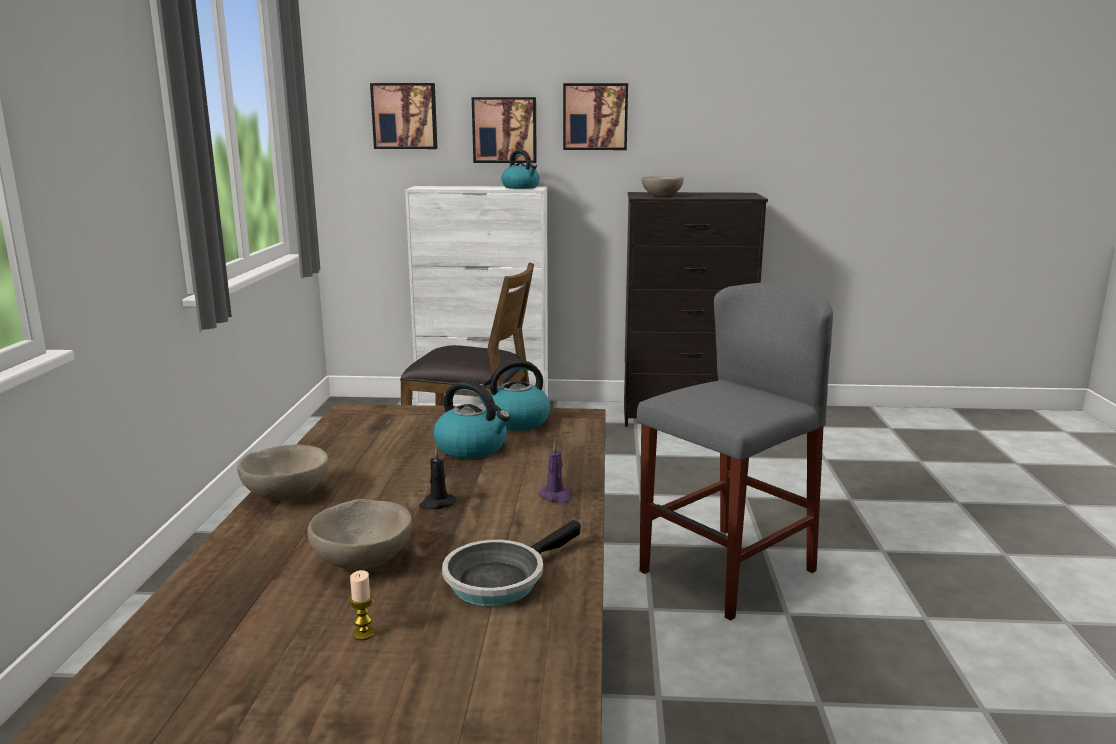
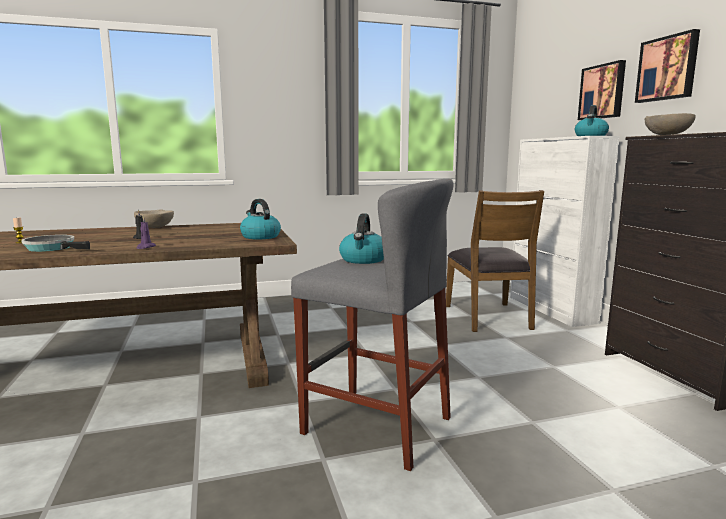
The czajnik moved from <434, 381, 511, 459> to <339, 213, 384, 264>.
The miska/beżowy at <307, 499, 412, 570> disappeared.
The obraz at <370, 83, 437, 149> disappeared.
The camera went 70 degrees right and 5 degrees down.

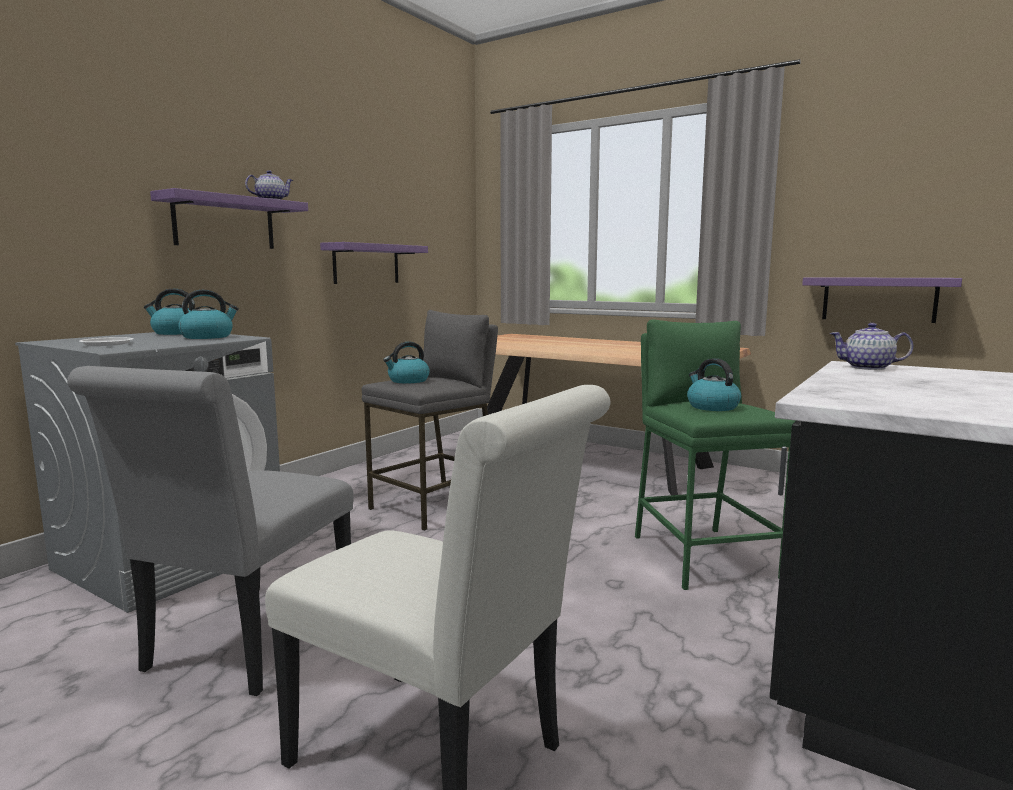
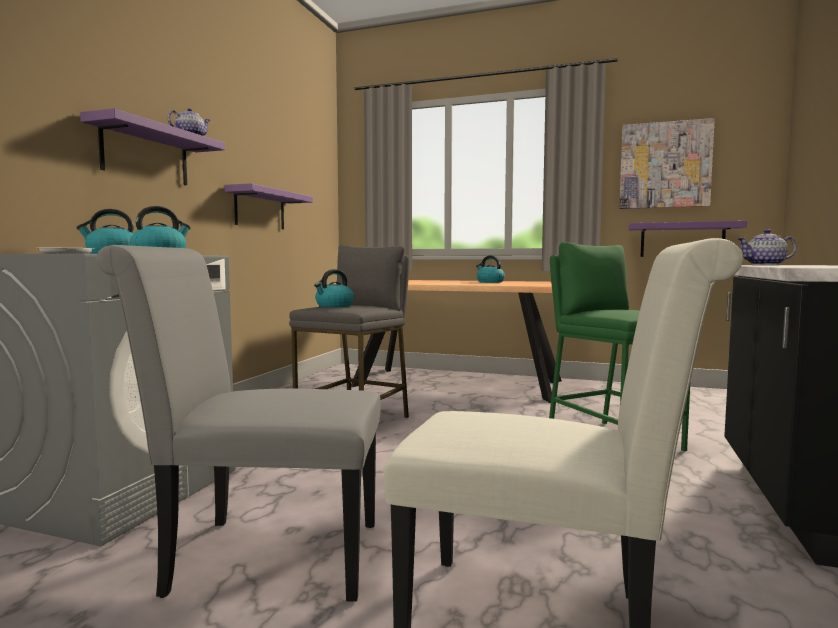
The krzesło/szary at <67, 366, 354, 696> turned 90 degrees clockwise.
The czajnik moved from <687, 358, 741, 411> to <476, 256, 505, 283>.
The obraz at <619, 118, 715, 209> appeared.
The camera went 15 degrees left and 5 degrees down.

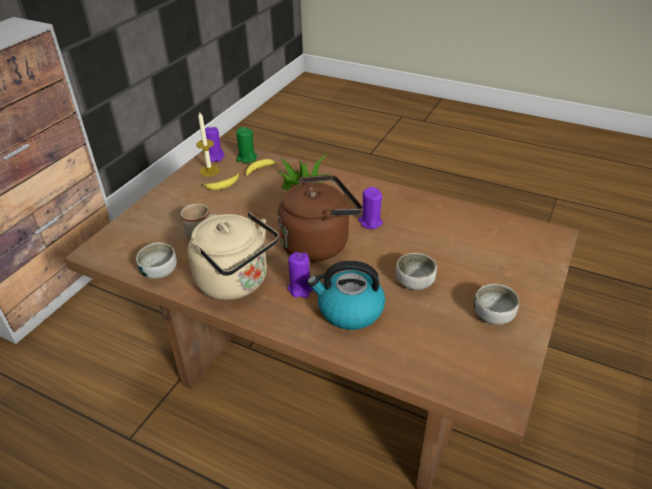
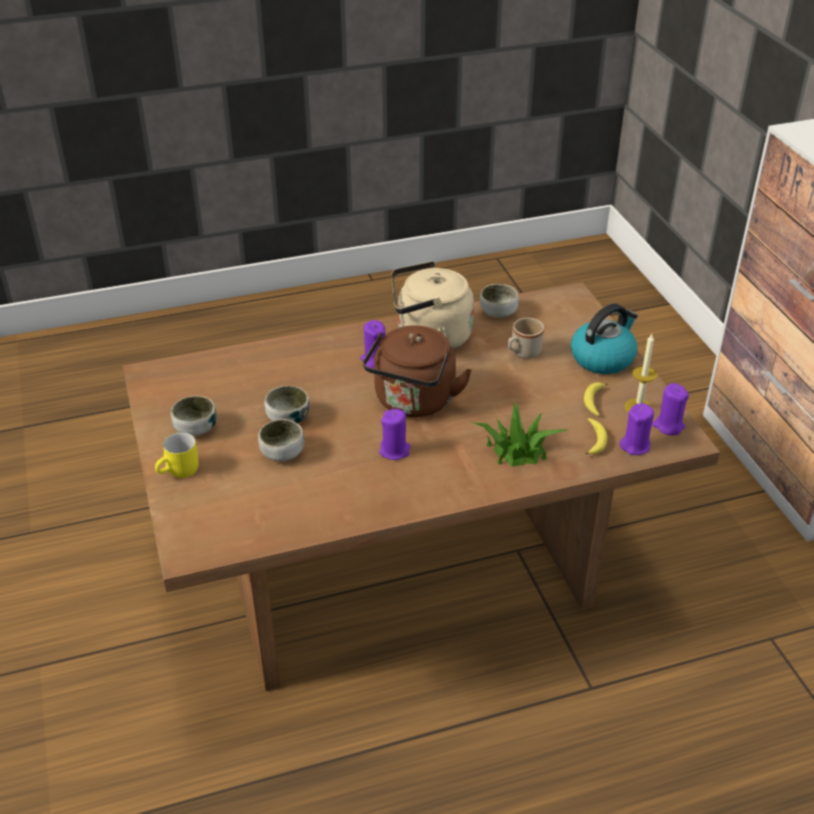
The kubek/żółty at <155, 433, 199, 478> appeared.
The miska at <258, 419, 304, 461> appeared.
The czajnik moved from <307, 261, 385, 330> to <571, 304, 638, 374>.
The świeca/zielony at <236, 127, 257, 163> became the świeca/fioletowy at <619, 403, 654, 455>.
The camera went 135 degrees right and 0 degrees up.

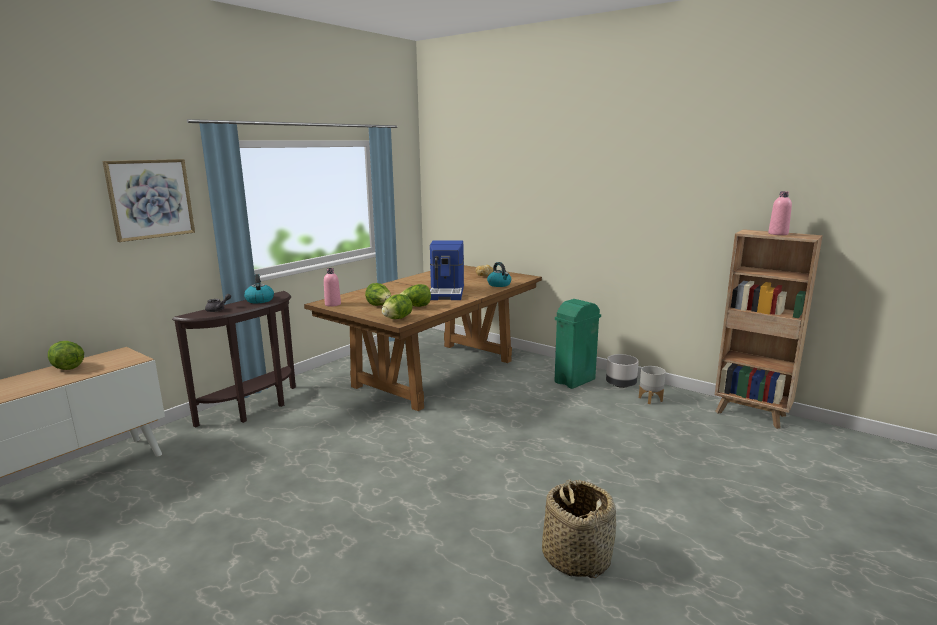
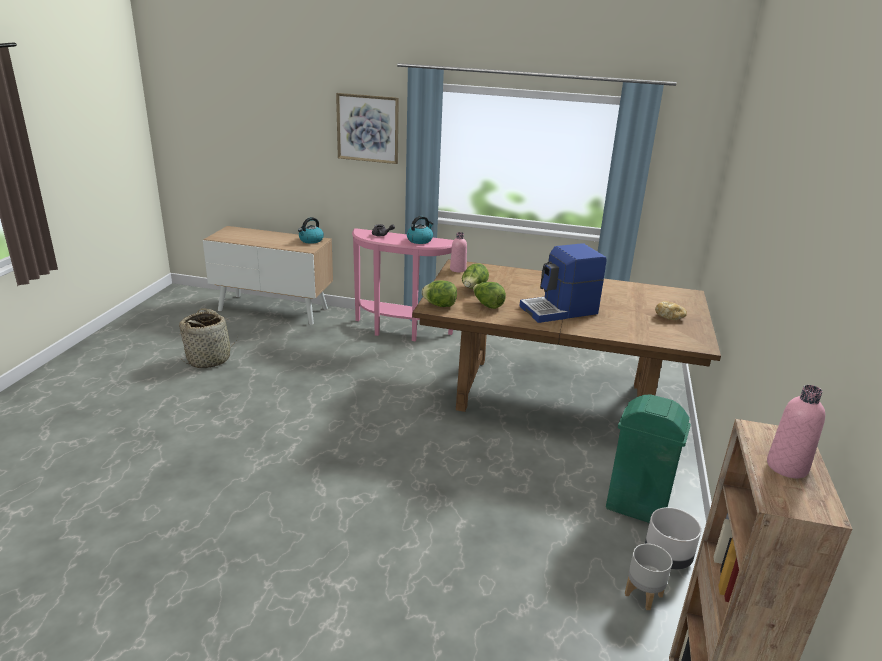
The koszyk moved from <542, 479, 616, 578> to <179, 308, 238, 368>.
The czajnik moved from <487, 262, 511, 287> to <298, 217, 324, 244>.
The stolik konsolowy/brązowy at <172, 291, 296, 428> became the stolik konsolowy/różowy at <352, 228, 453, 341>.
The sałata at <48, 341, 84, 370> disappeared.
The camera went 65 degrees right and 10 degrees up.

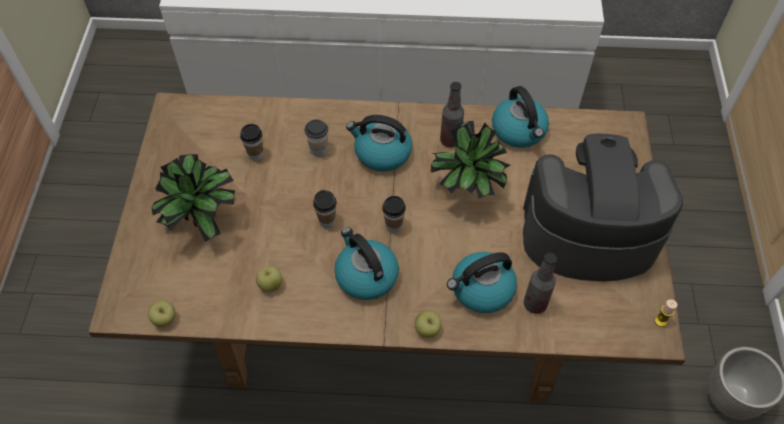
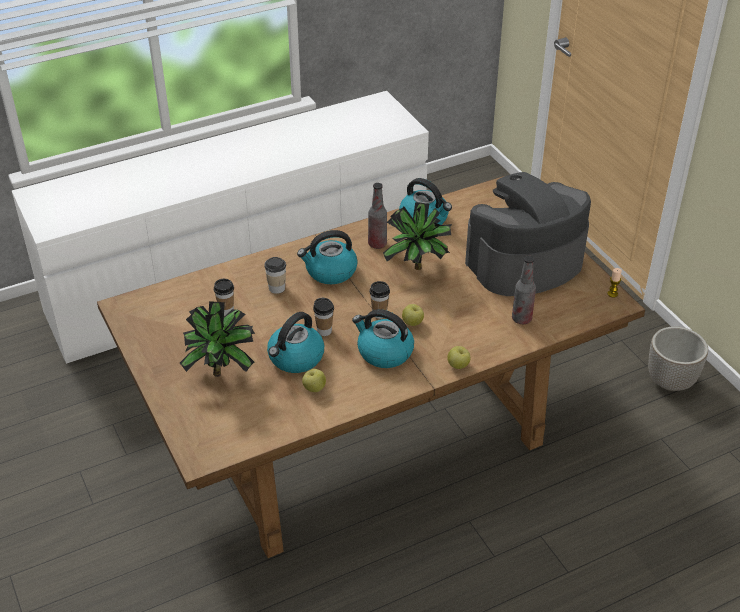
The czajnik moved from <447, 252, 517, 313> to <267, 312, 324, 373>.
The jabłko moved from <148, 300, 175, 327> to <402, 304, 424, 326>.
The camera went 30 degrees left and 15 degrees down.

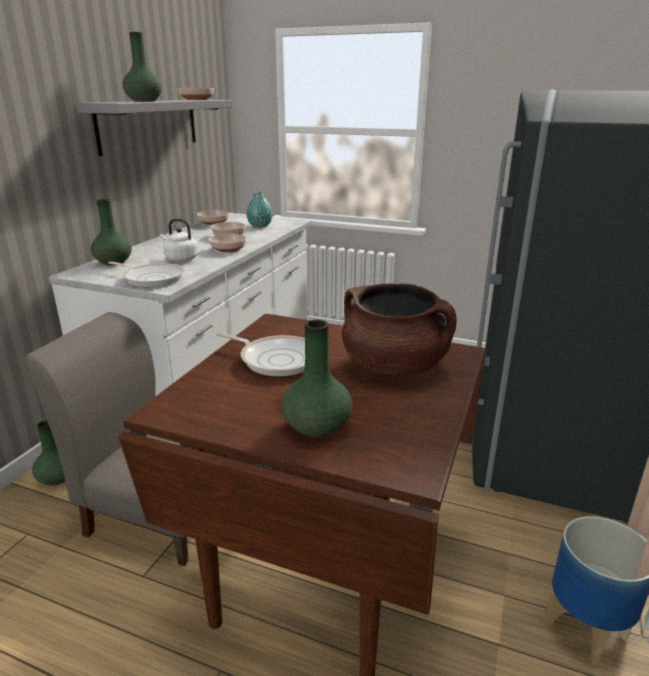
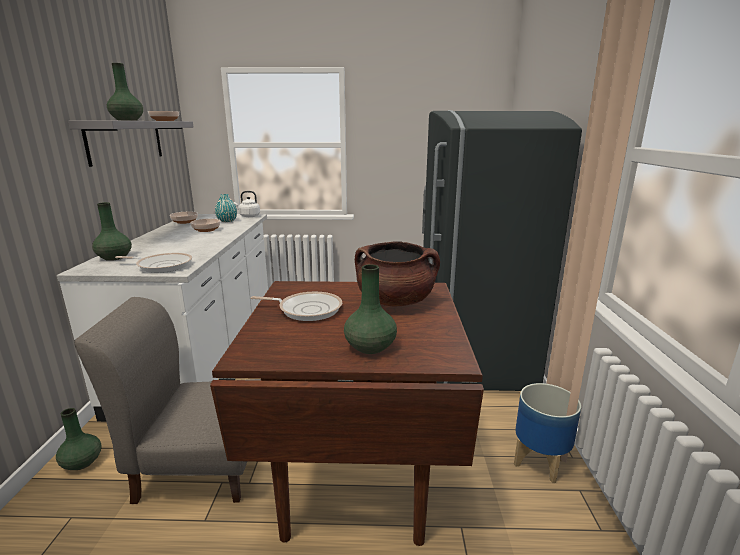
The czajnik/biały moved from <160, 219, 198, 262> to <234, 191, 260, 217>.
The miska at <209, 234, 247, 253> disappeared.
The camera went 20 degrees left and 5 degrees down.

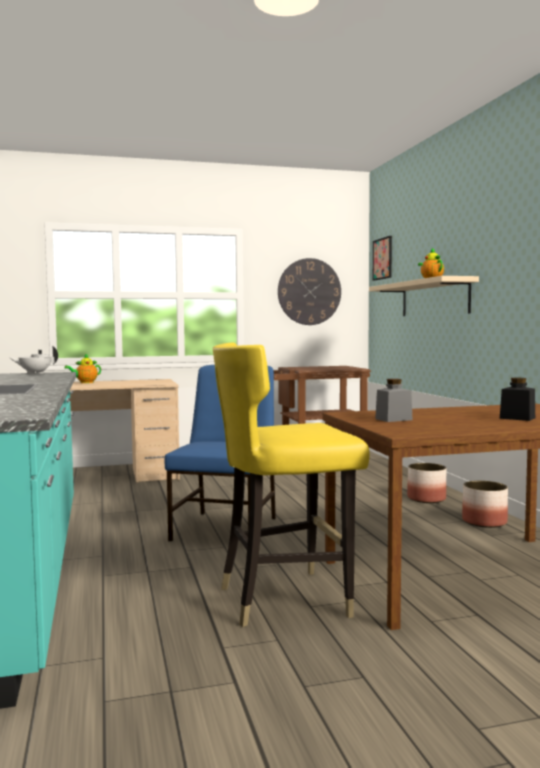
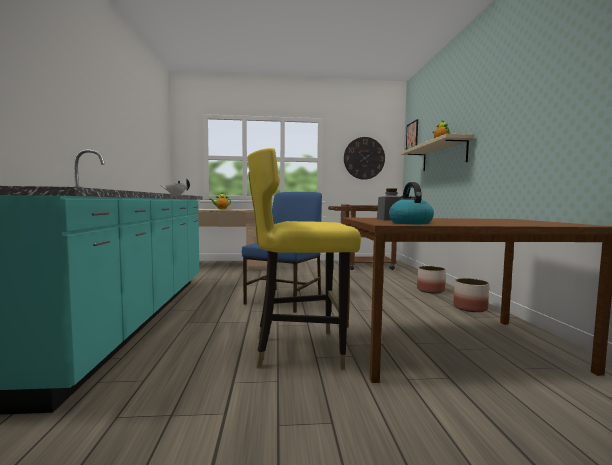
The czajnik at <389, 182, 434, 224> appeared.
The słoik/czarny at <500, 378, 535, 421> disappeared.
The camera went 10 degrees right and 0 degrees up.

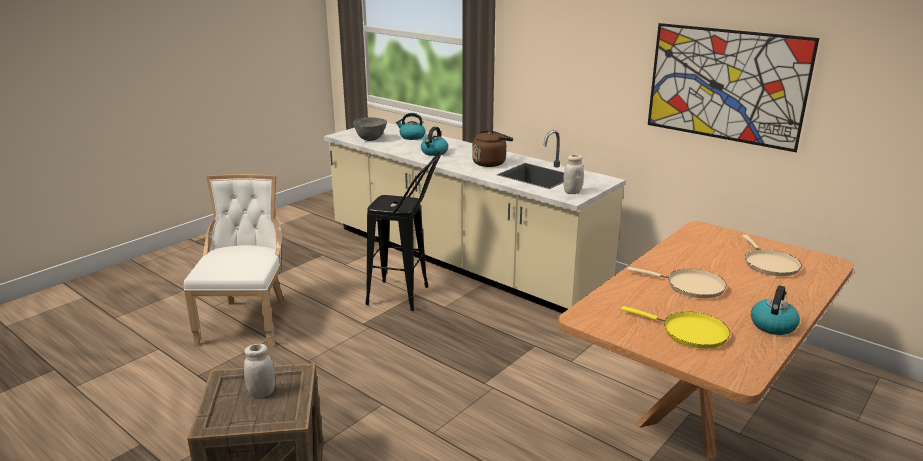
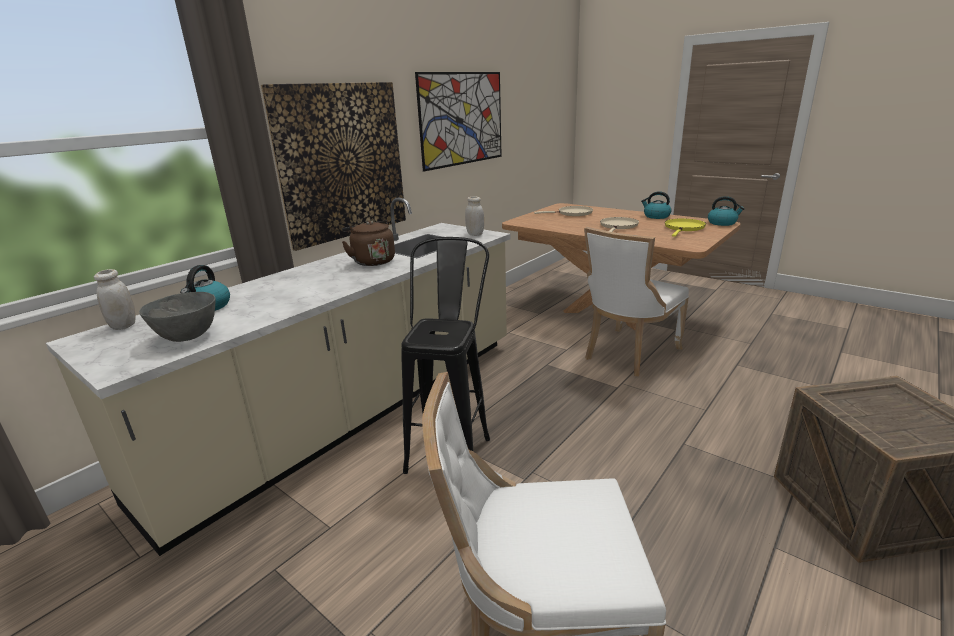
The słoik/biały moved from <244, 344, 275, 397> to <94, 269, 136, 330>.
The obraz at <261, 82, 406, 251> appeared.
The krzesło/biały at <584, 227, 689, 376> appeared.
The czajnik moved from <421, 127, 448, 156> to <708, 196, 745, 226>.
The camera went 90 degrees left and 0 degrees up.

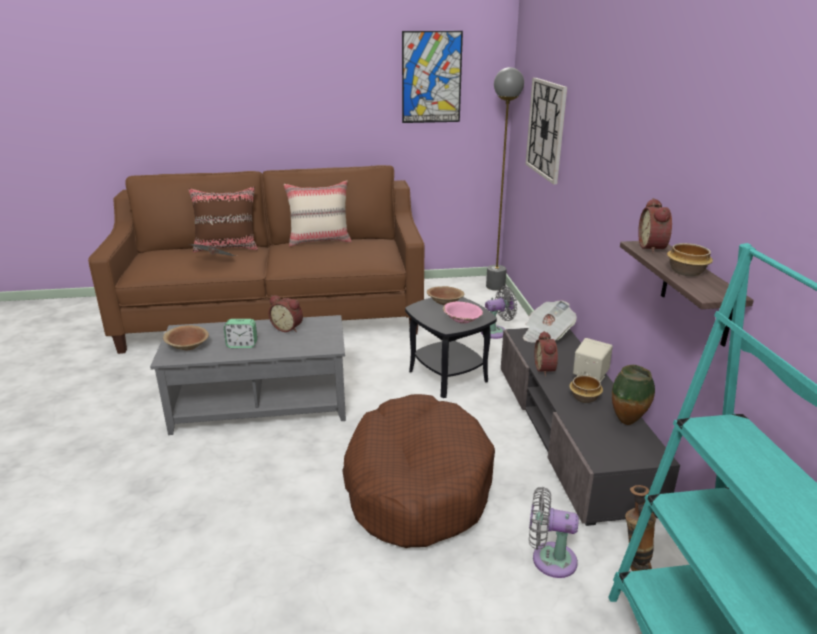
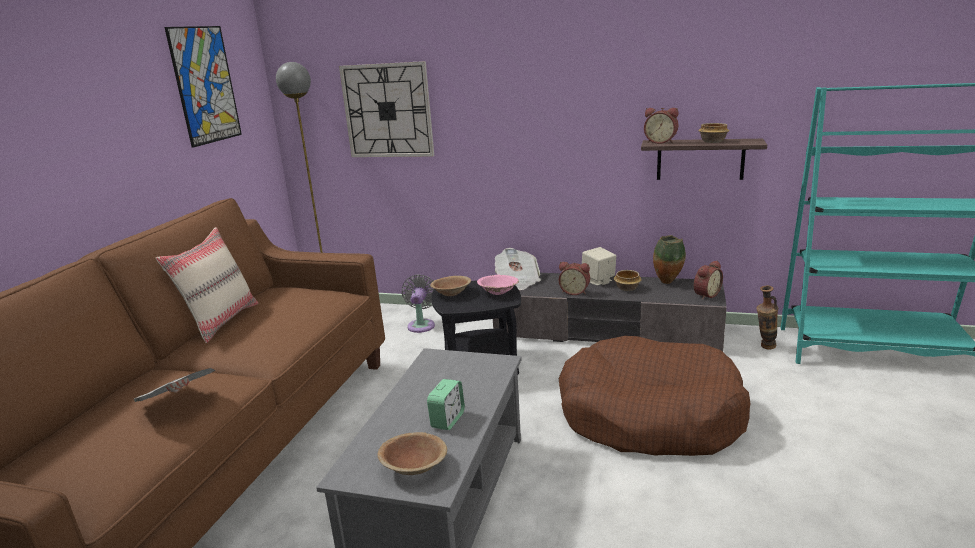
The budzik moved from <268, 295, 303, 332> to <694, 260, 723, 300>.
The poduszka/brązowy at <188, 187, 258, 253> disappeared.
The wentylator/szary at <529, 487, 579, 578> disappeared.
The camera went 65 degrees left and 5 degrees down.

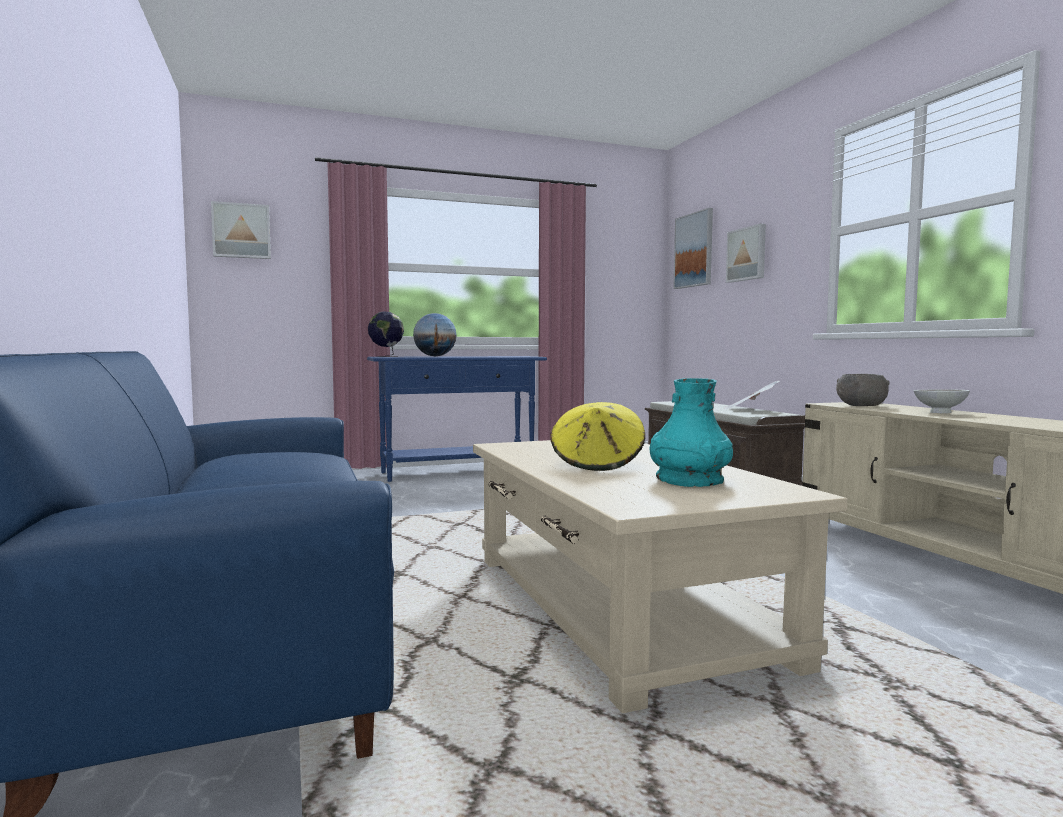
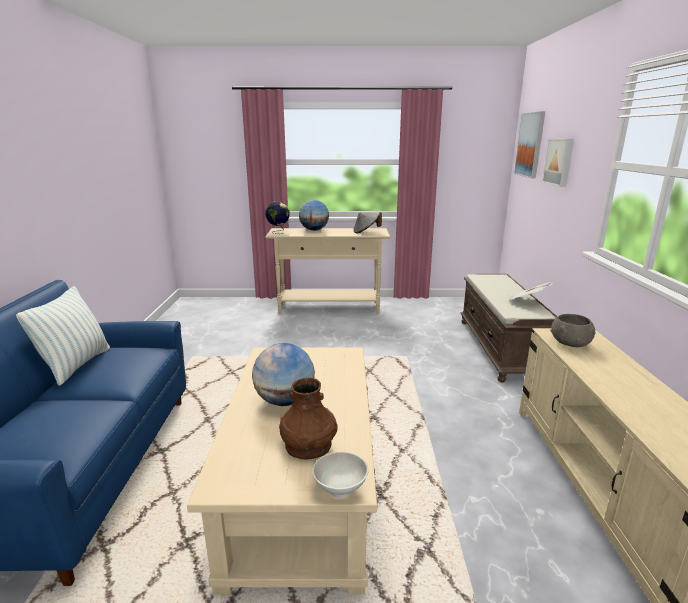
The poduszka at <16, 286, 110, 386> appeared.
The kapelusz/żółty at <550, 402, 645, 471> was replaced by the globus at <252, 343, 315, 406>.
The stolik konsolowy/niebieski at <367, 356, 547, 482> became the stolik konsolowy/beżowy at <265, 228, 390, 314>.
The wazon/turkusowy at <649, 378, 733, 487> became the wazon/brązowy at <279, 377, 338, 460>.
The miska/biały moved from <914, 390, 970, 414> to <312, 452, 369, 498>.
The kapelusz/szary at <353, 211, 382, 233> appeared.
The obraz at <211, 201, 271, 259> disappeared.
The camera went 20 degrees right and 15 degrees up.

